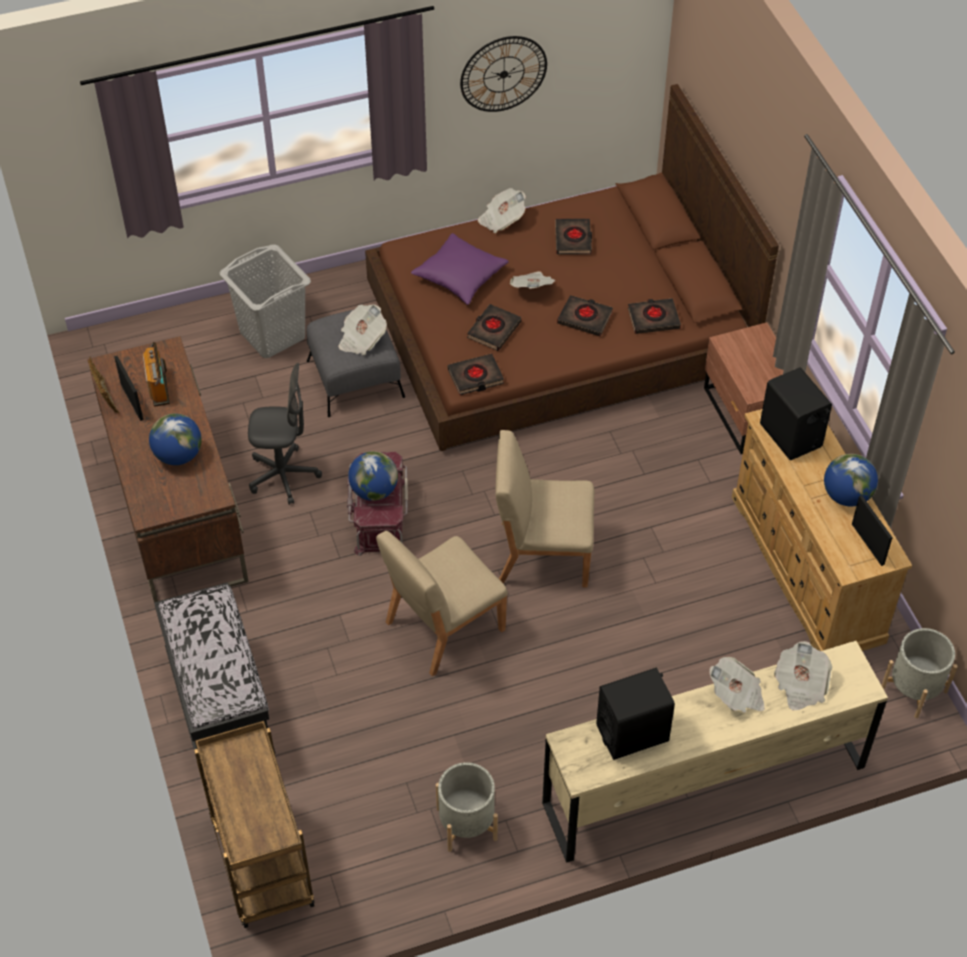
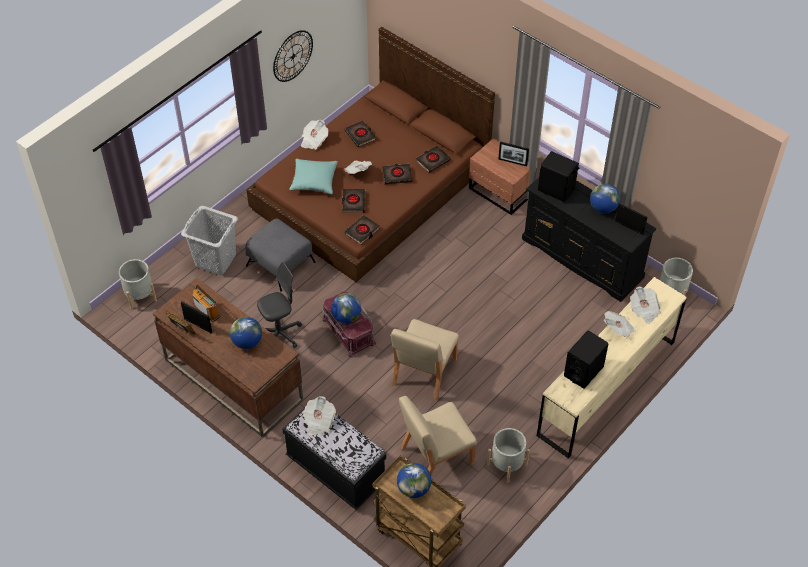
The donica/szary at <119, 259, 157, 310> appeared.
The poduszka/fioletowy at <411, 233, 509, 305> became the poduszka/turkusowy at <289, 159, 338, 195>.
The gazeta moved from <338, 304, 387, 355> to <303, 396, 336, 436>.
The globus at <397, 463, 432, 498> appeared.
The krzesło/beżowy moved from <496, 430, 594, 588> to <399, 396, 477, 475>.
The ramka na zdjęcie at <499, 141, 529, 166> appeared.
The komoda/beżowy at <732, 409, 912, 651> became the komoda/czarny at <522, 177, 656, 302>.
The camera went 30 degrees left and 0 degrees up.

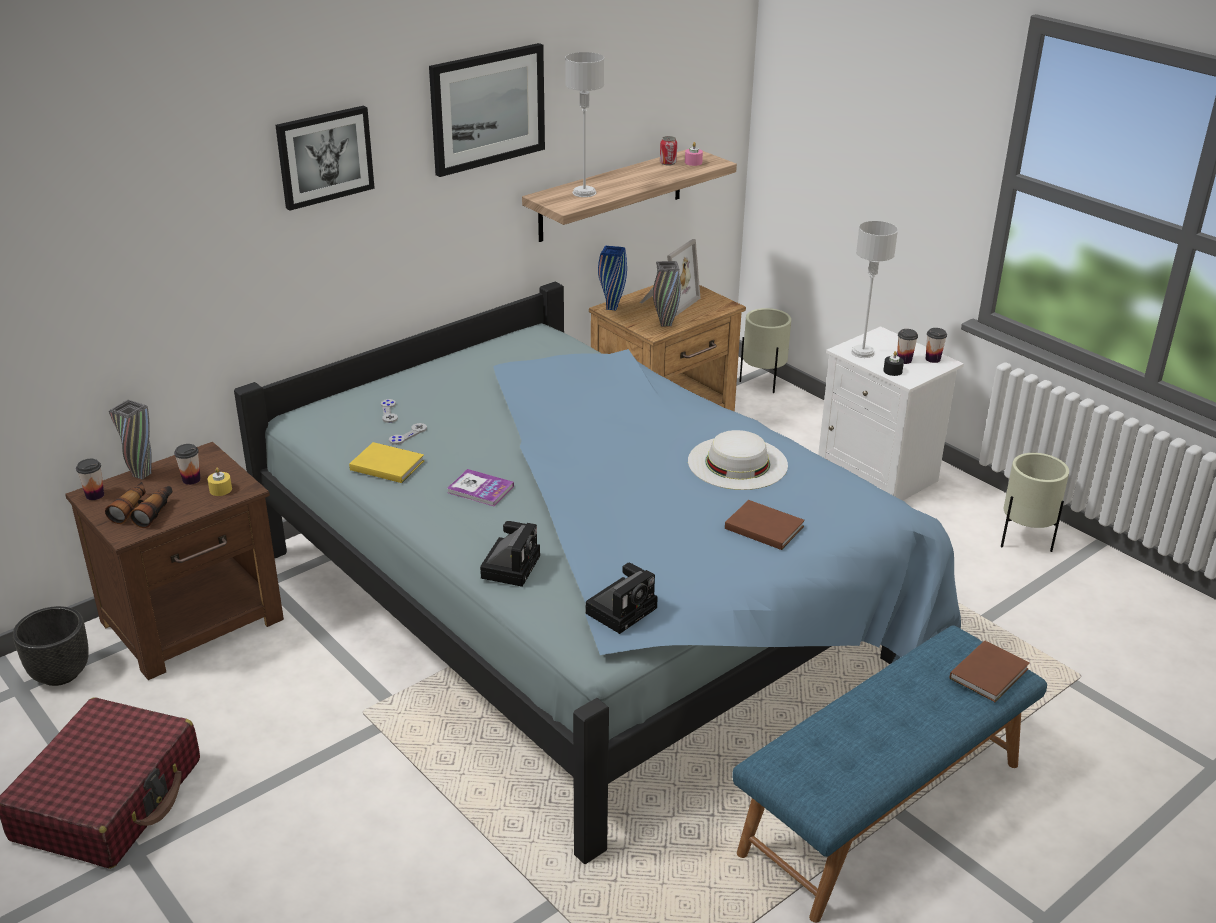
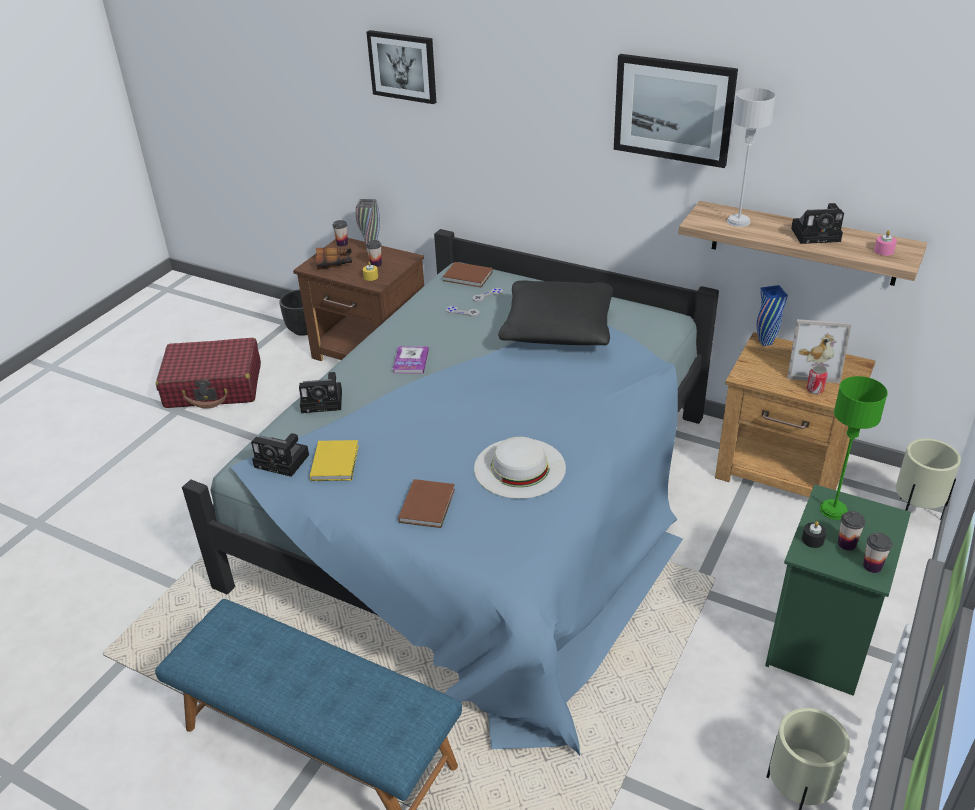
The książka/żółty moved from <349, 442, 425, 483> to <310, 440, 359, 481>.
The obraz moved from <275, 106, 375, 211> to <366, 30, 436, 104>.
The książka/brązowy moved from <949, 640, 1030, 702> to <443, 262, 493, 287>.
The poduszka/czarny at <498, 281, 613, 345> appeared.
The szafka nocna/biały at <818, 326, 964, 500> became the szafka nocna/zielony at <765, 484, 911, 696>.
The aparat fotograficzny at <791, 203, 844, 244> appeared.
The puszka moved from <660, 136, 677, 166> to <807, 365, 828, 394>.
The lampa stołowa/szary at <851, 221, 898, 358> became the lampa stołowa/zielony at <820, 376, 888, 520>.
The wazon/szary at <653, 261, 681, 327> disappeared.
The camera went 70 degrees right and 5 degrees up.

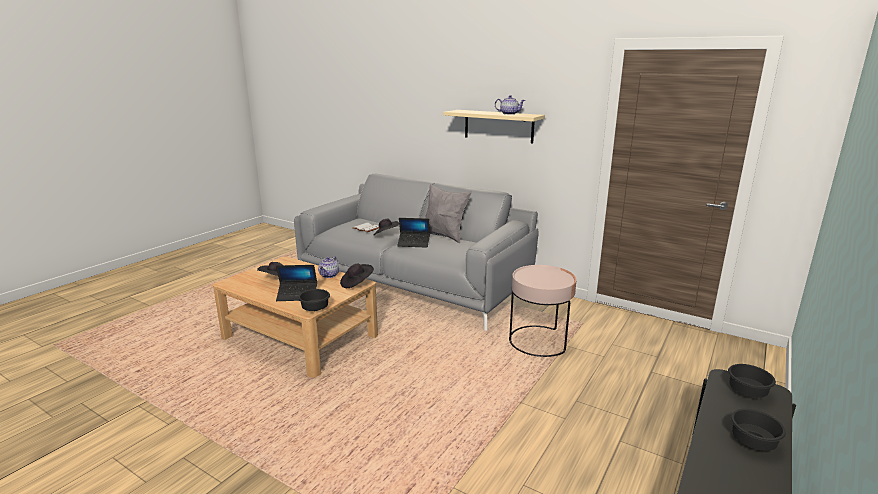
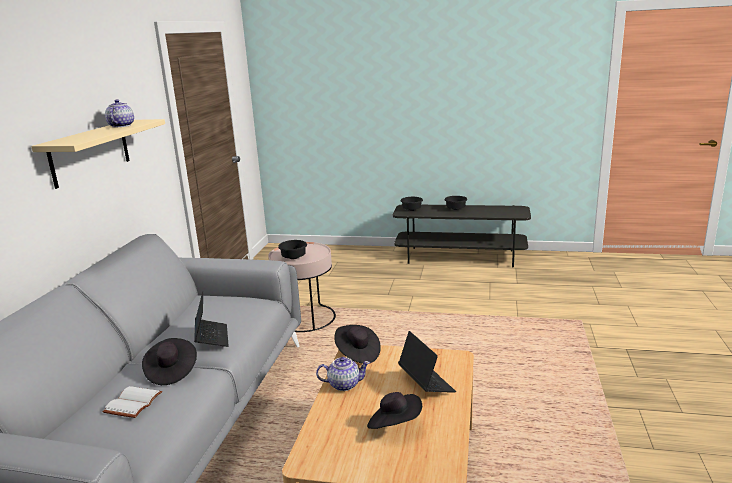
The miska/czarny moved from <298, 289, 330, 311> to <278, 240, 307, 259>.
The poduszka/szary at <425, 184, 472, 243> disappeared.
The camera went 110 degrees left and 0 degrees up.

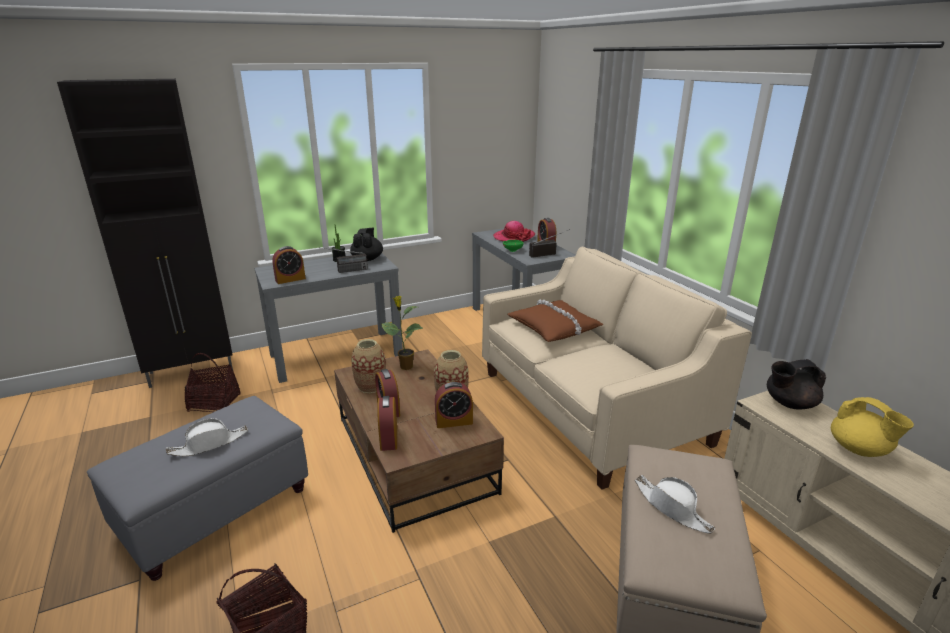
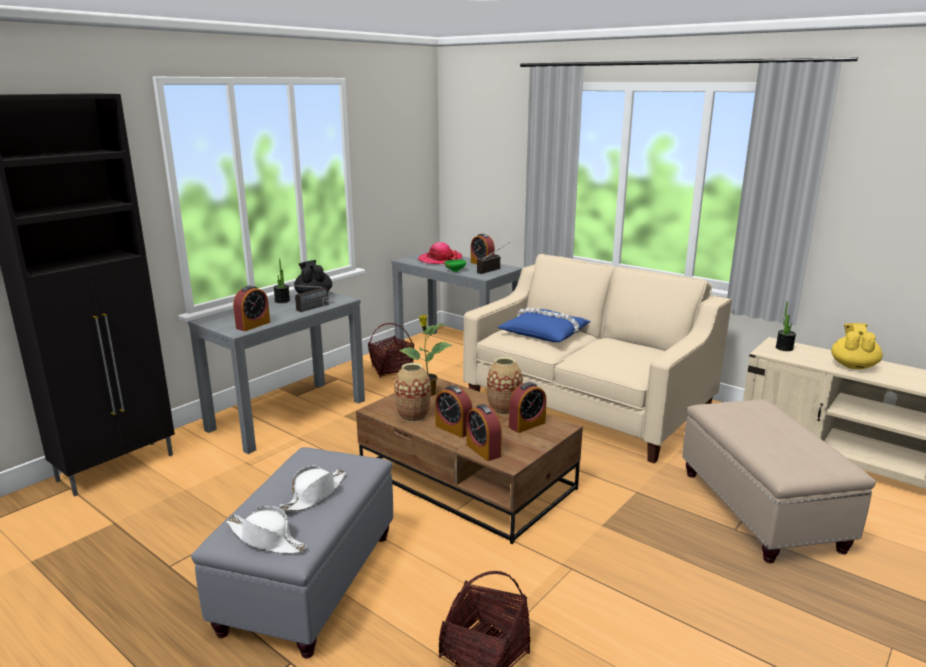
The kapelusz/biały moved from <635, 475, 715, 534> to <226, 506, 307, 554>.
The koszyk moved from <185, 353, 241, 412> to <368, 323, 414, 378>.
The poduszka/brązowy at <507, 300, 603, 342> became the poduszka/niebieski at <498, 308, 591, 342>.
The imbryk/czarny at <767, 359, 826, 409> was replaced by the roślina doniczkowa at <776, 302, 796, 351>.
The imbryk/żółty at <831, 397, 914, 457> turned 105 degrees counterclockwise.
The camera went 25 degrees left and 5 degrees down.

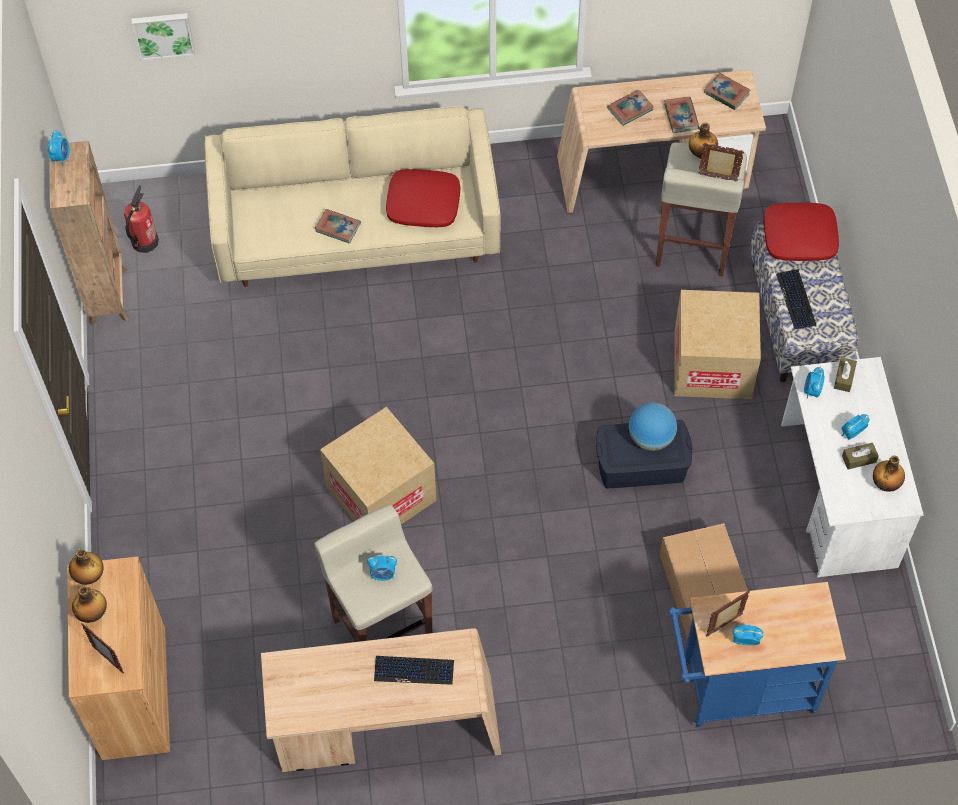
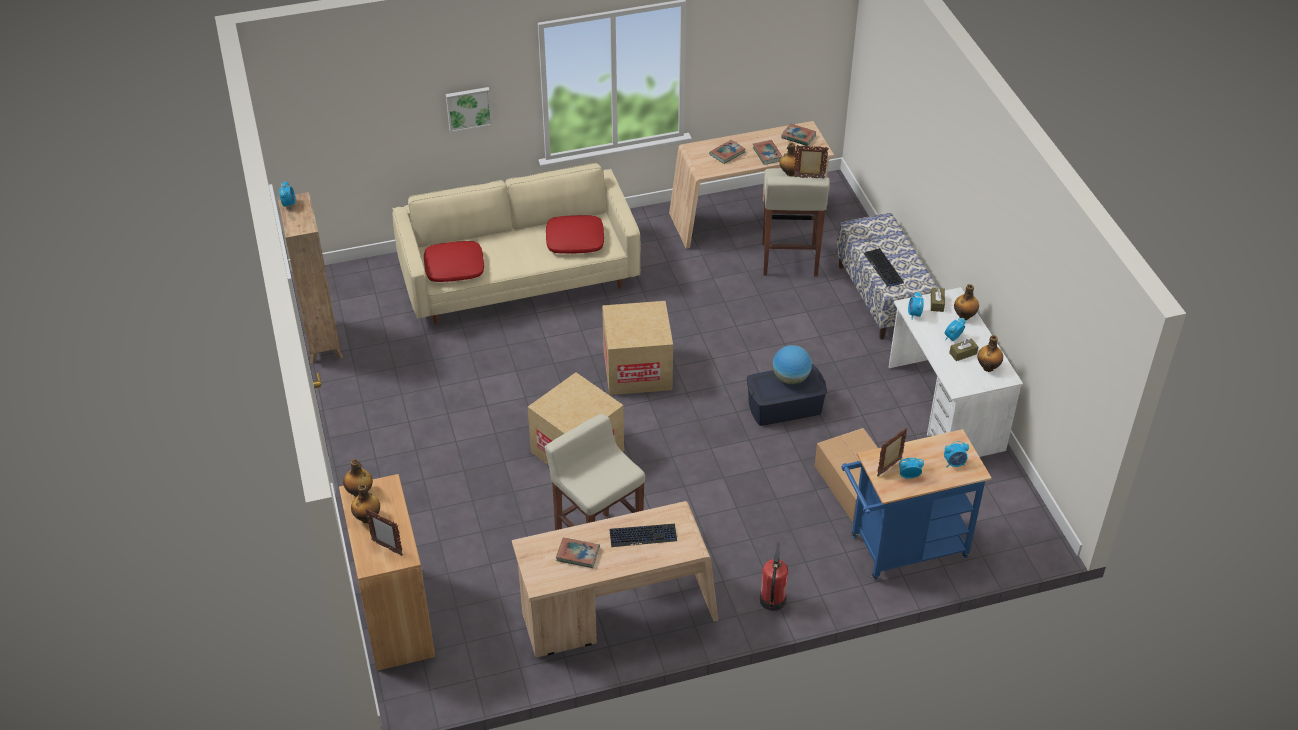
The poduszka/czerwony moved from <764, 203, 839, 261> to <424, 241, 484, 282>.
The obraz moved from <132, 13, 195, 61> to <446, 87, 492, 133>.
The książka moved from <315, 209, 361, 244> to <556, 538, 600, 568>.
The karton moved from <674, 290, 761, 399> to <602, 301, 673, 395>.
The gaśnica moved from <124, 185, 159, 253> to <760, 542, 788, 611>.
The budzik moved from <367, 555, 397, 581> to <944, 441, 969, 468>.
The butelka at <954, 284, 979, 320> appeared.
The camera went 10 degrees left and 15 degrees down.

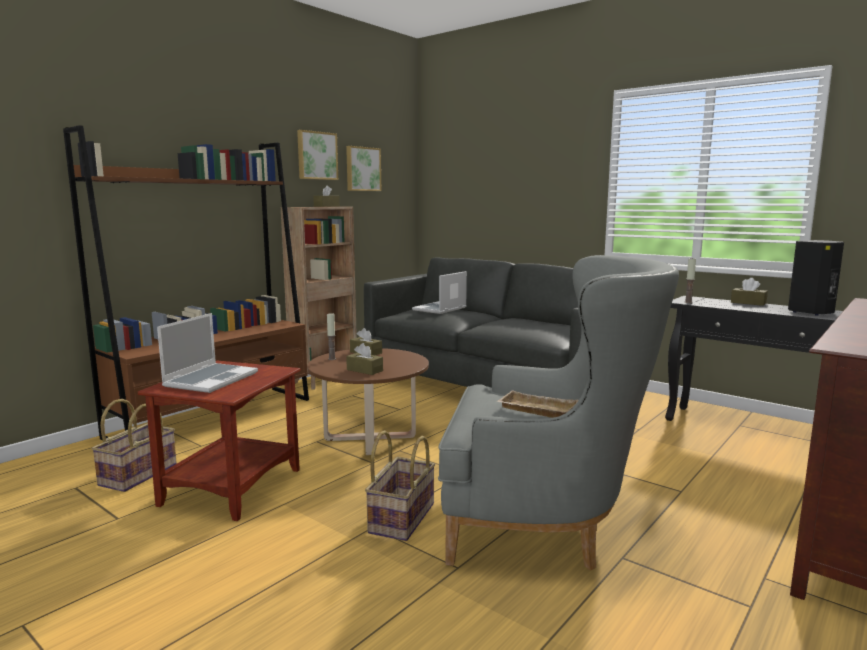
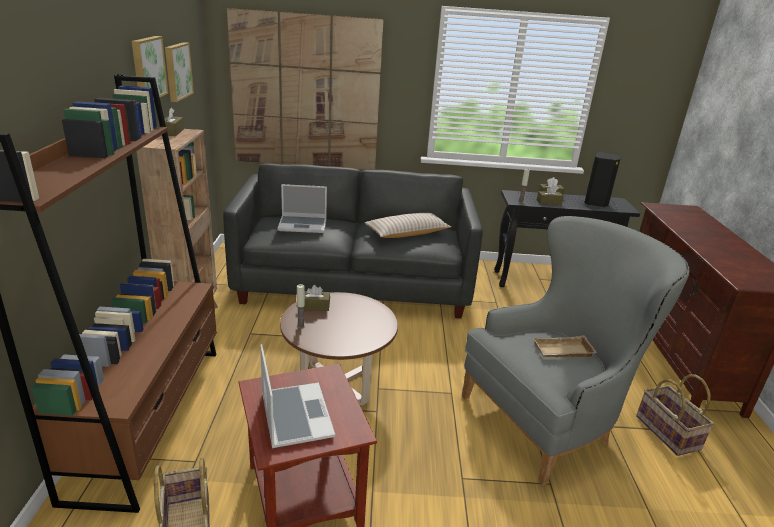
The obraz at <227, 8, 384, 170> appeared.
The laptop at <412, 271, 467, 314> turned 90 degrees counterclockwise.
The poduszka/beżowy at <365, 213, 451, 238> appeared.
The pudełko chusteczek/brązowy moved from <346, 343, 383, 375> to <537, 185, 564, 205>.
The koszyk moved from <365, 430, 435, 541> to <636, 374, 714, 456>.
The camera went 40 degrees left and 15 degrees up.

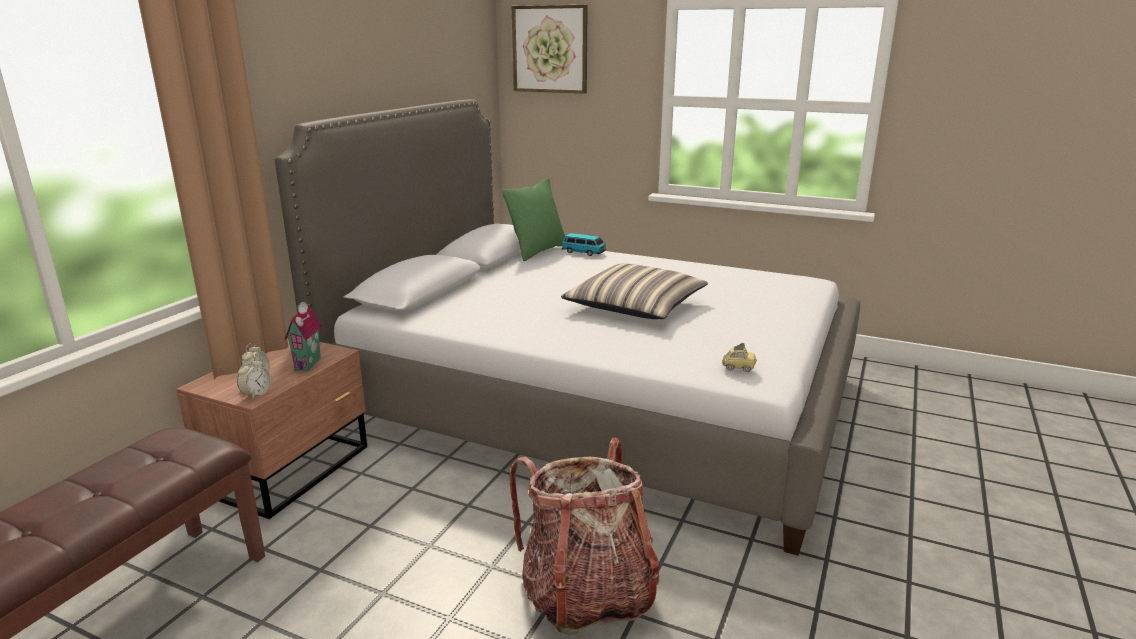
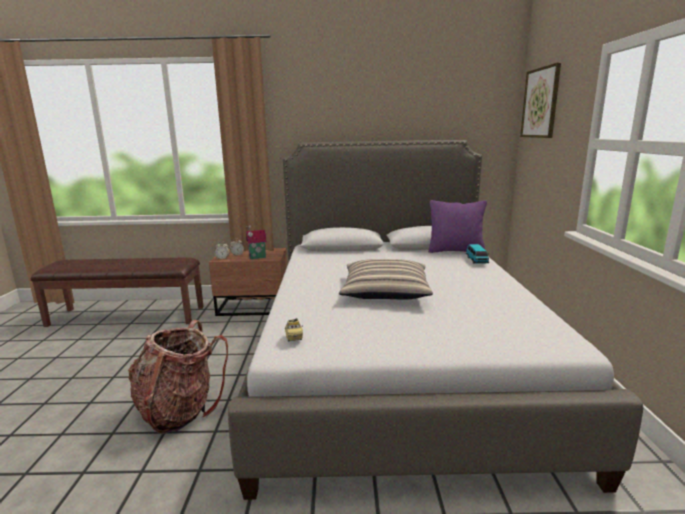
The poduszka/zielony at <502, 178, 565, 261> became the poduszka/fioletowy at <428, 200, 487, 253>.
The camera went 65 degrees right and 5 degrees down.

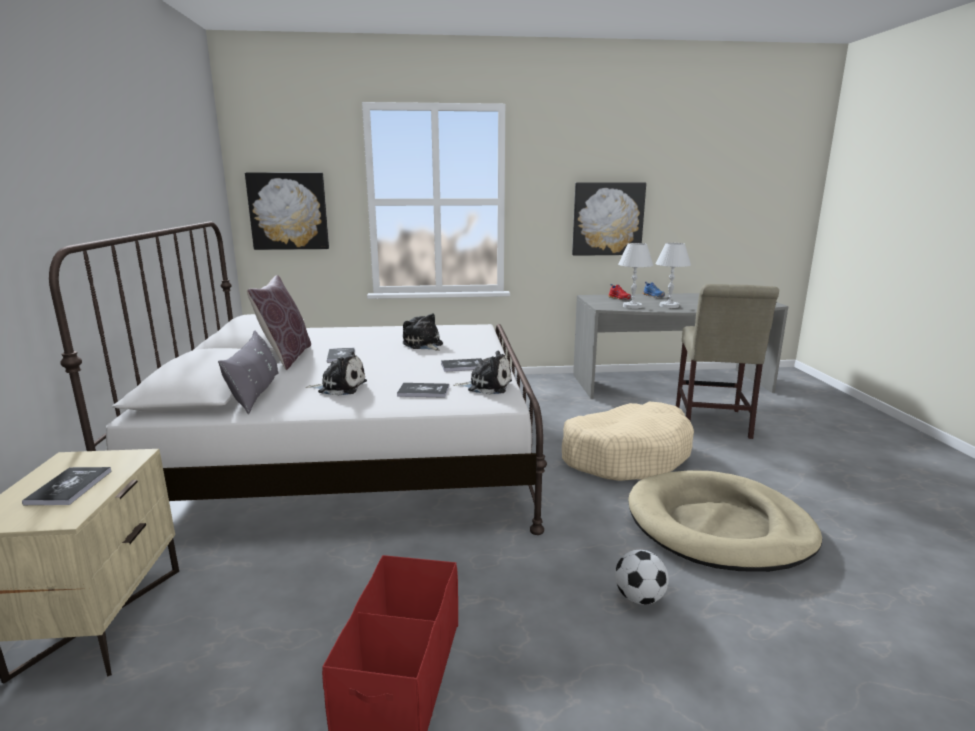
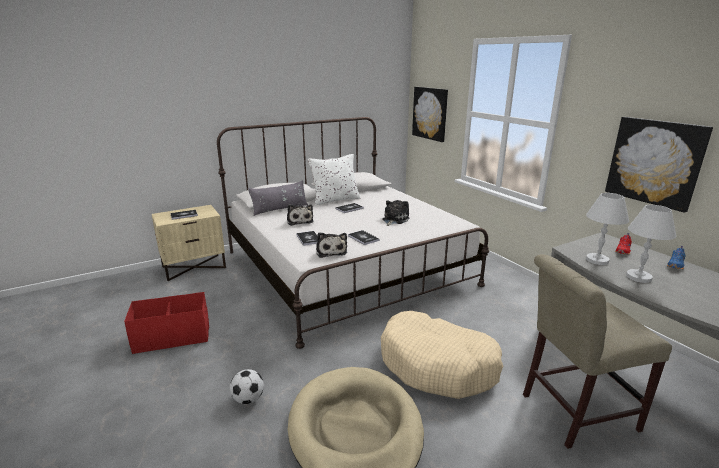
The poduszka/brązowy at <247, 275, 311, 370> became the poduszka/biały at <308, 154, 360, 205>.
The camera went 65 degrees right and 5 degrees up.

